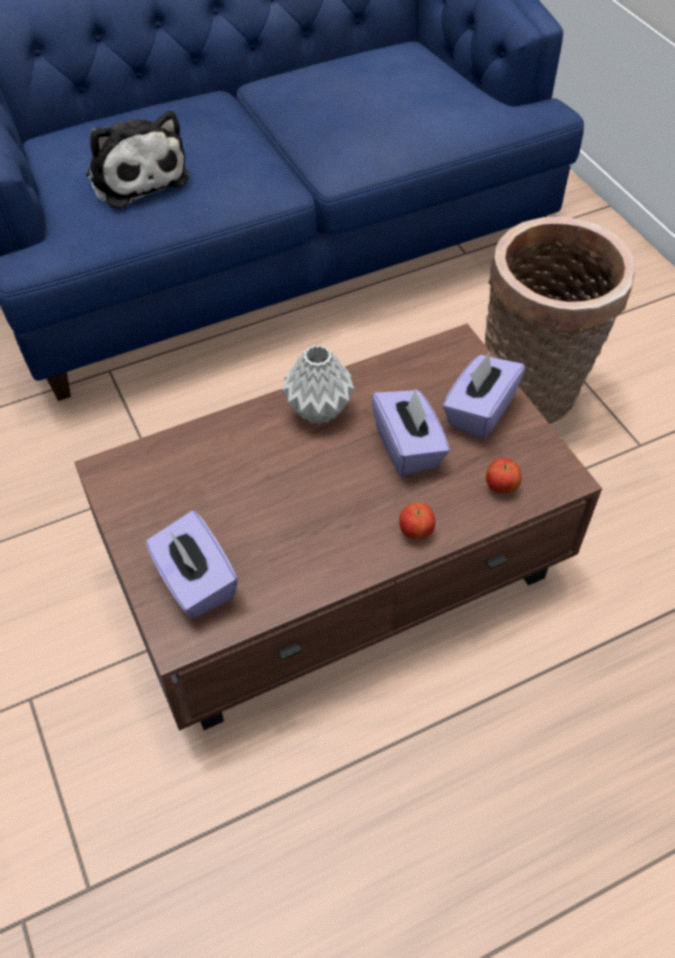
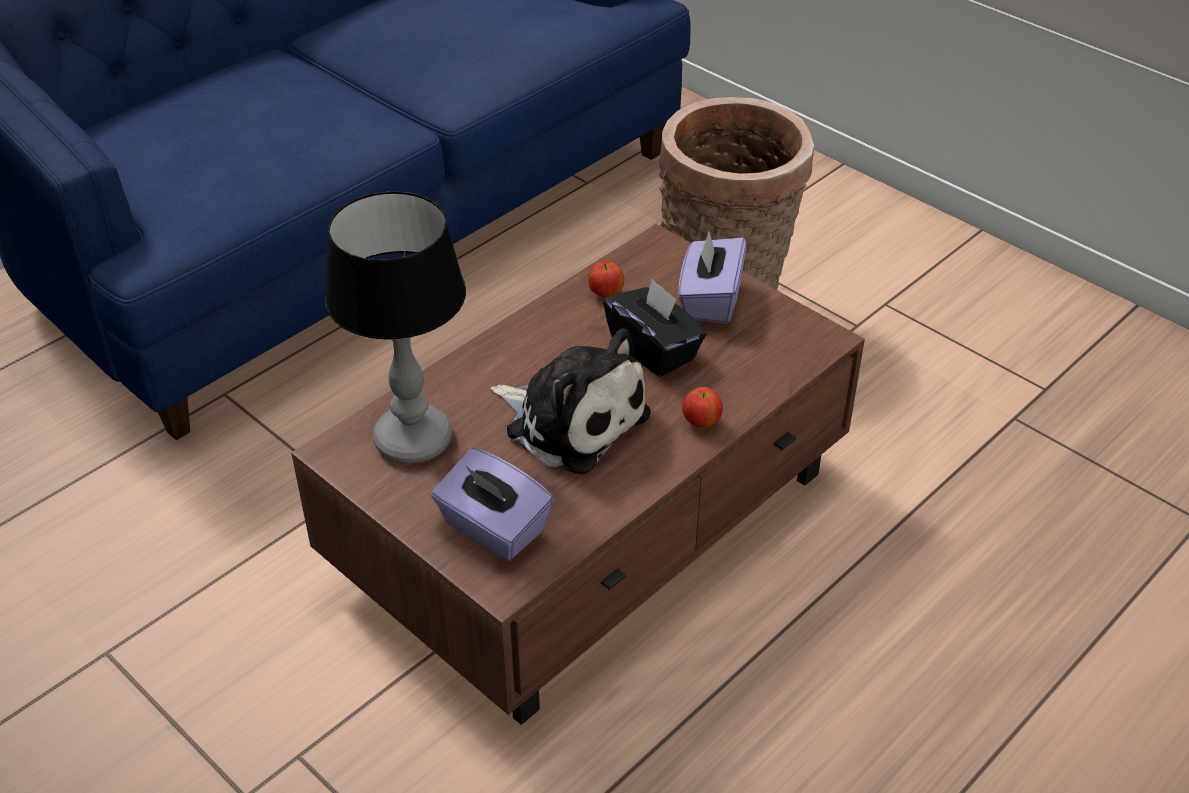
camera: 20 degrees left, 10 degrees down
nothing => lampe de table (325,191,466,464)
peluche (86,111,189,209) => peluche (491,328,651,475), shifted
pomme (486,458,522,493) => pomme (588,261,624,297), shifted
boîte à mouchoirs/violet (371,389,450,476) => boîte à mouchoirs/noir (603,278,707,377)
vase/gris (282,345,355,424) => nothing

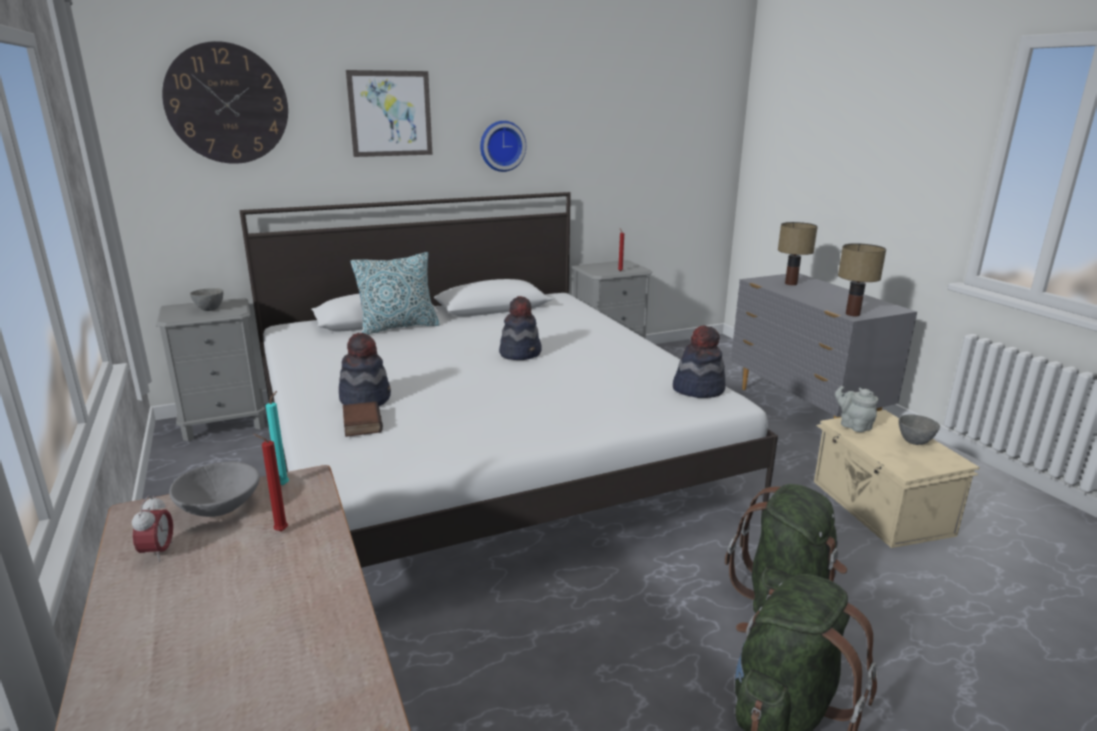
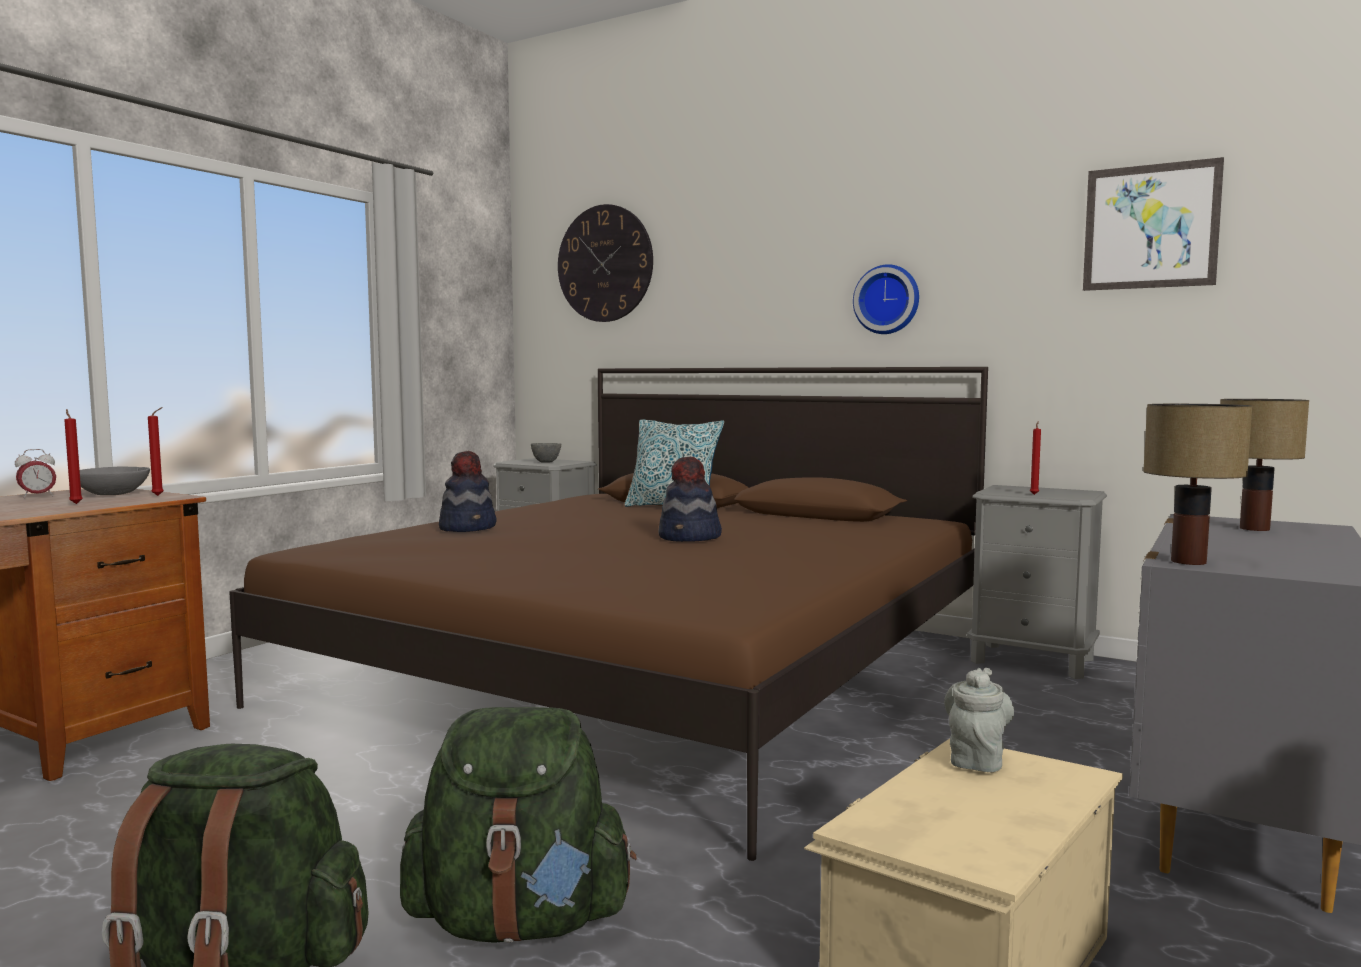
camera: 55 degrees right, 15 degrees down
bougie/turquoise (266,391,289,485) => bougie/rouge (148,407,164,496)
lit/blanc (239,192,778,568) => lit/marron (229,367,988,861)
tableau (346,70,433,157) => tableau (1083,157,1224,291), shifted
livre (343,401,383,437) => nothing
chapeau (673,325,726,398) => nothing
bol/gris (899,414,940,445) => nothing

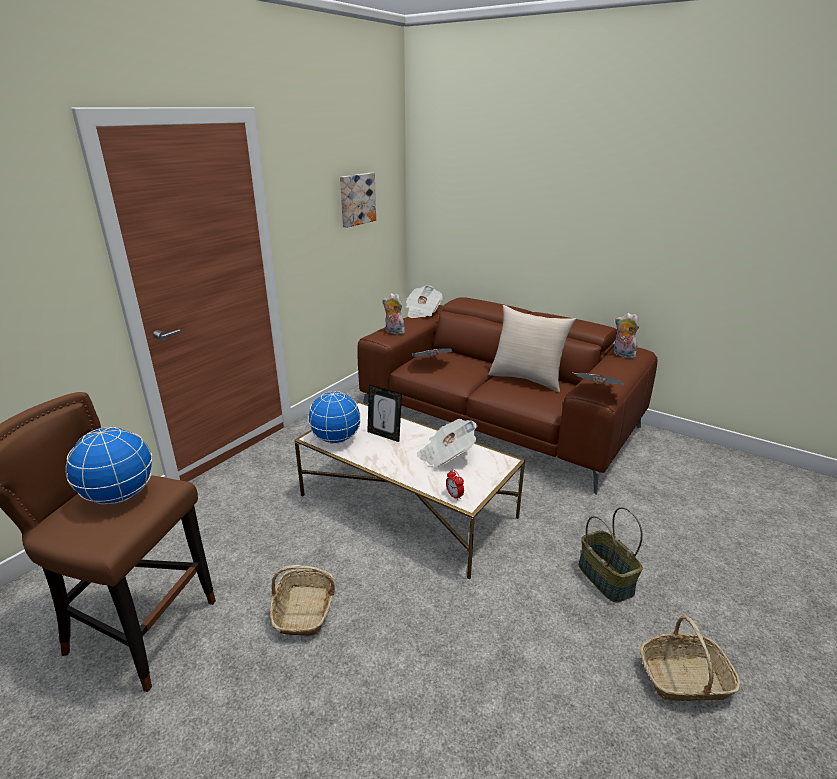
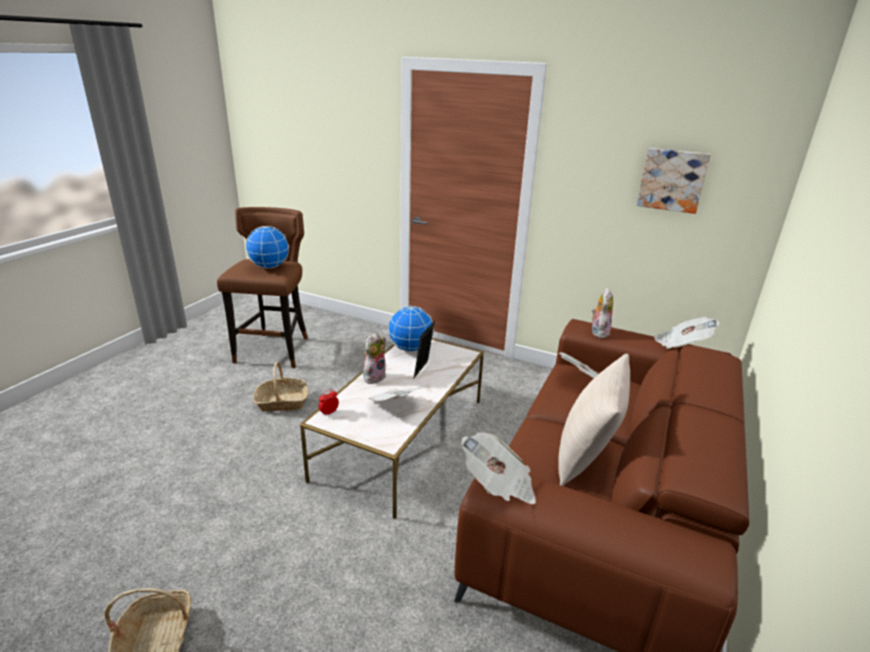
camera: 80 degrees right, 0 degrees up
peluche (614,313,639,359) => peluche (363,333,386,384), shifted
panier (579,507,643,602) => nothing

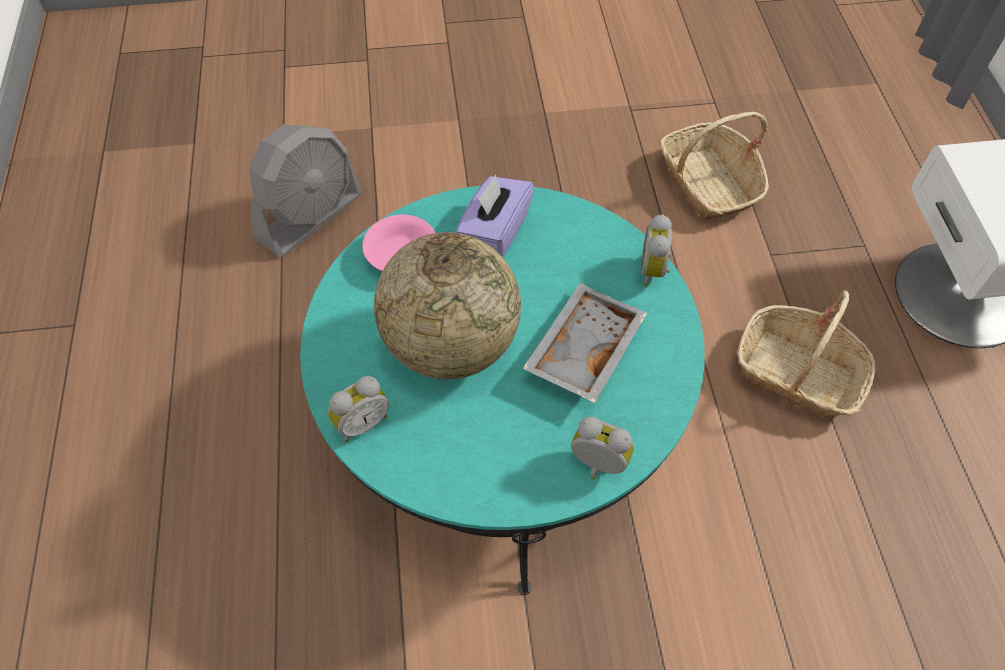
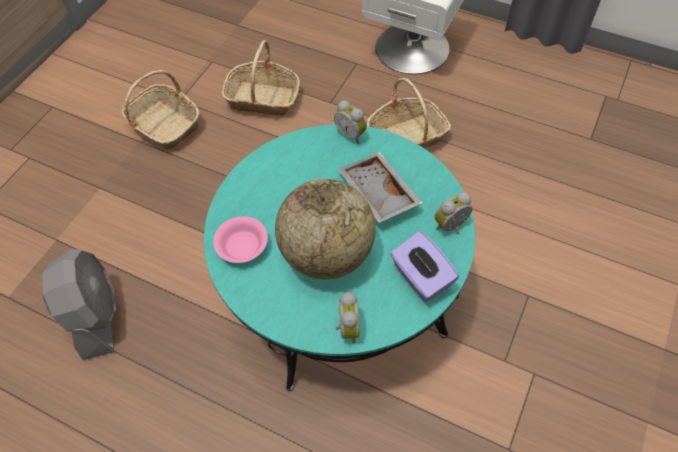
camera: 55 degrees left, 0 degrees up
nothing => panier (121,70,200,149)
boîte à mouchoirs/violet (456,175,534,257) => boîte à mouchoirs/violet (390,231,459,302), shifted

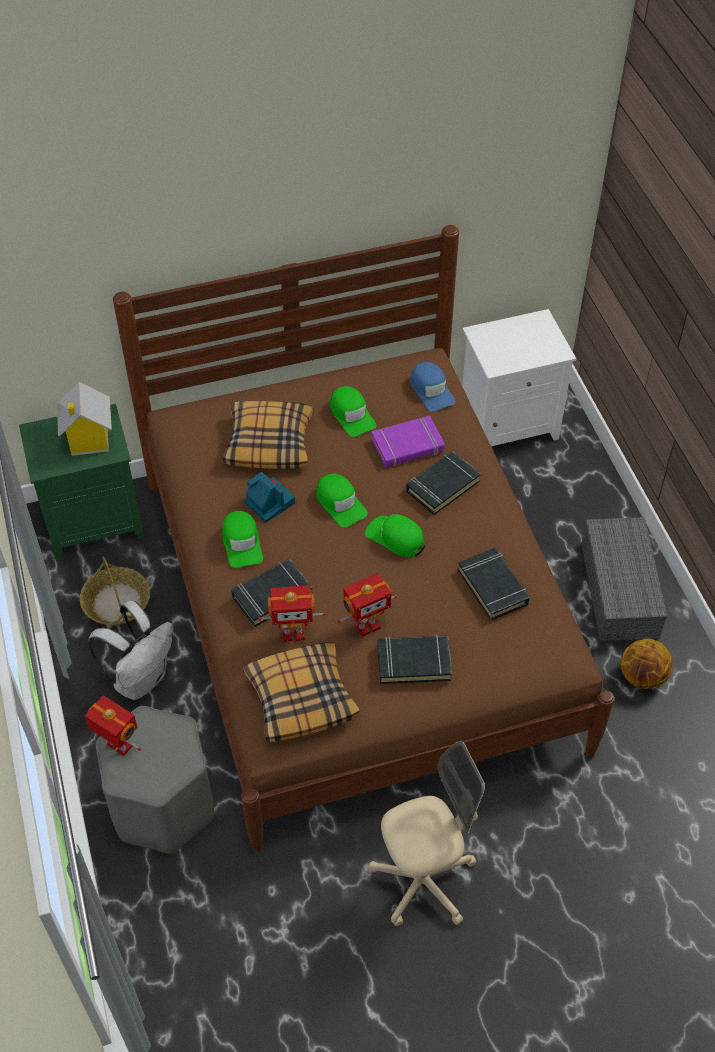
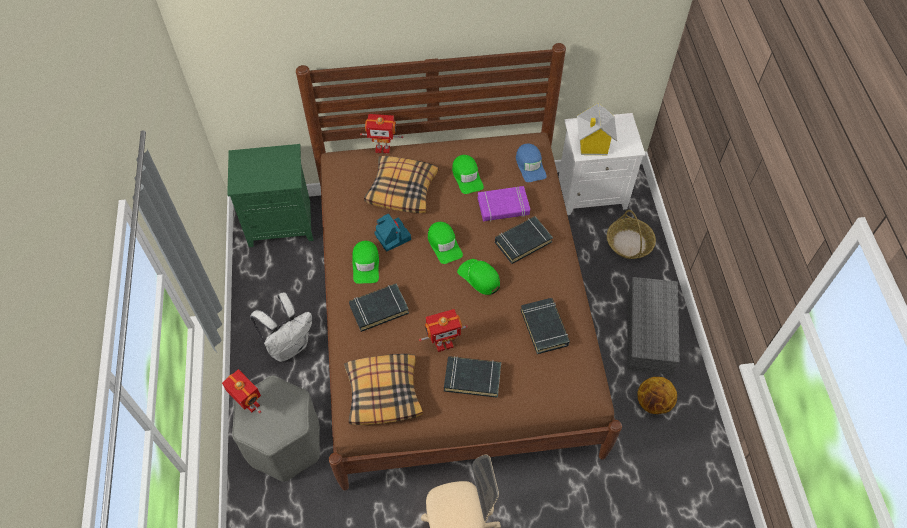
camera: 10 degrees right, 5 degrees up
robot jouet (258,585,326,642) => robot jouet (360,114,403,154), shifted
maison miniature (57,382,112,456) => maison miniature (577,103,617,155), shifted
panier (80,556,150,626) => panier (607,210,656,259), shifted

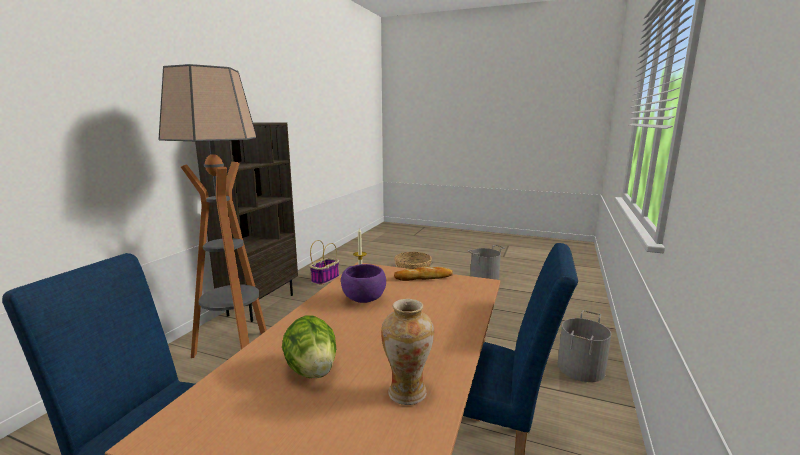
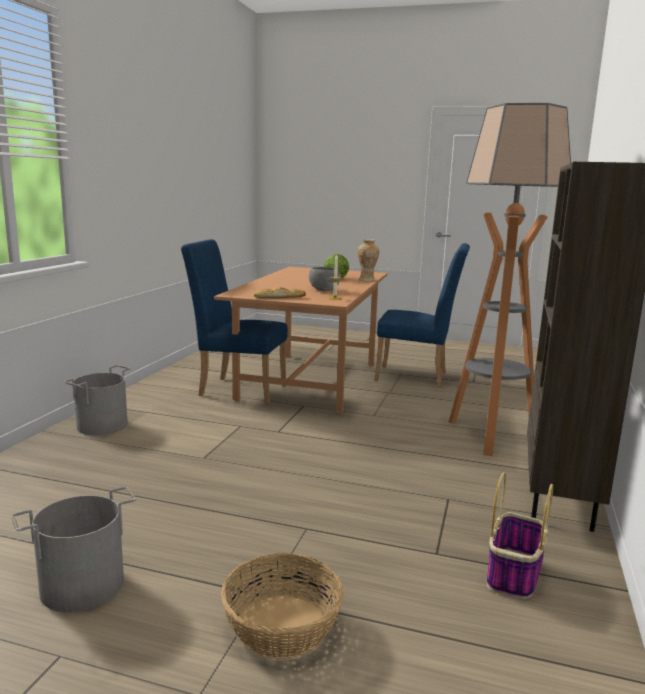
camera: 175 degrees right, 0 degrees up
bol/violet (341,264,386,303) => bol/gris (309,267,341,291)
vase (381,299,434,405) => vase (358,239,379,281), shifted

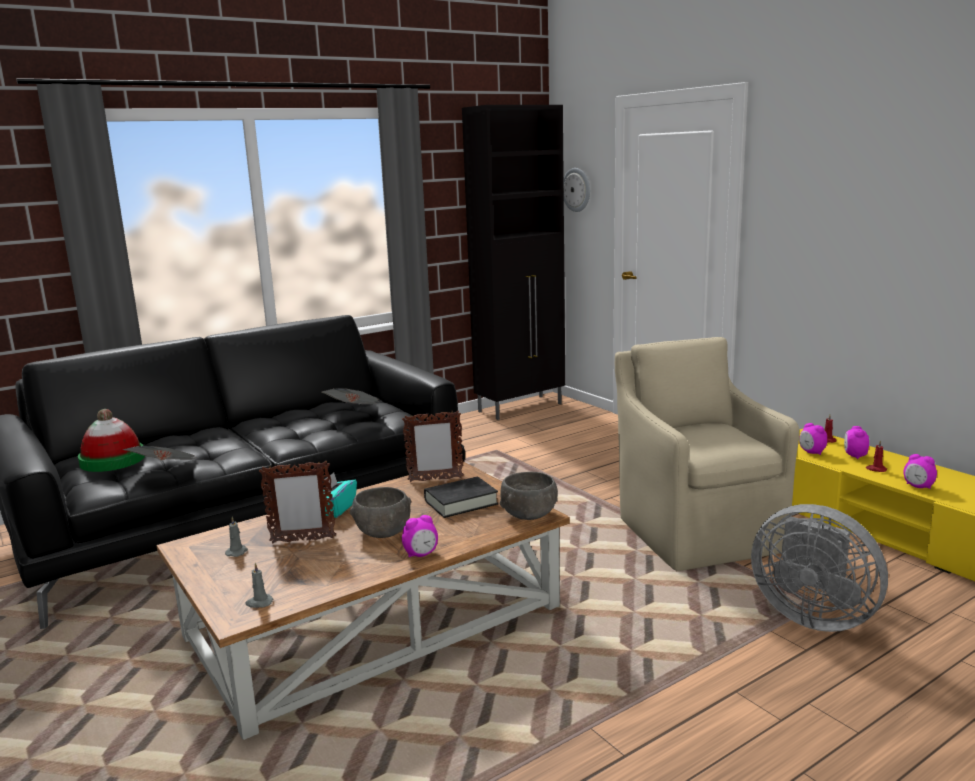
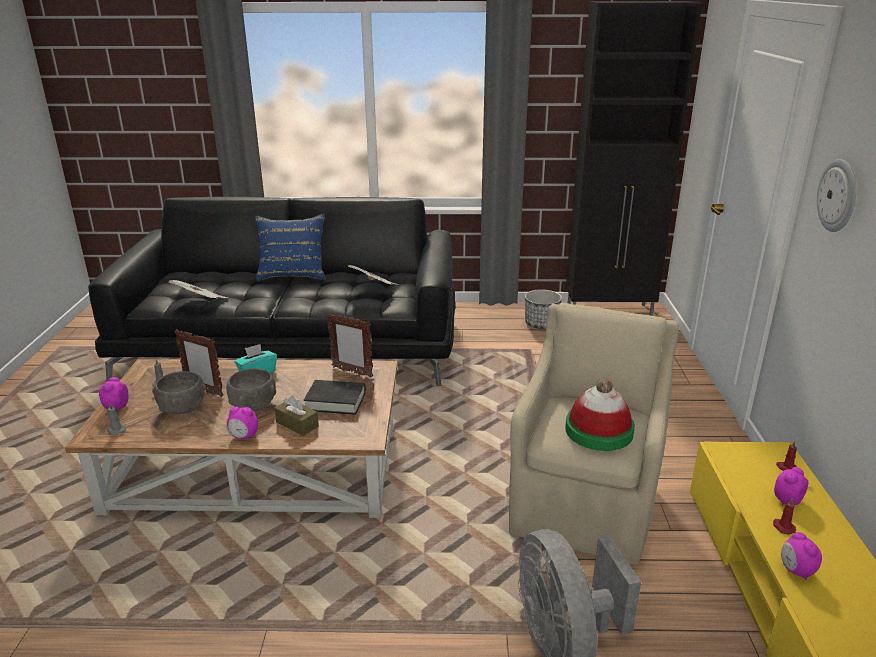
camera: 35 degrees right, 10 degrees up
réveil (799,423,827,455) => réveil (99,377,129,410), shifted
bol/gris (500,472,558,520) => bol/gris (152,371,206,414), shifted
nothing => coussin/bleu (255,213,326,281)
nothing => boîte à mouchoirs/marron (274,396,319,436)
nothing => cache-pot (525,289,562,329)
chapeau (78,409,145,472) => chapeau (565,378,635,451), shifted
horloge murale (564,168,590,212) => horloge murale (817,159,856,232), shifted

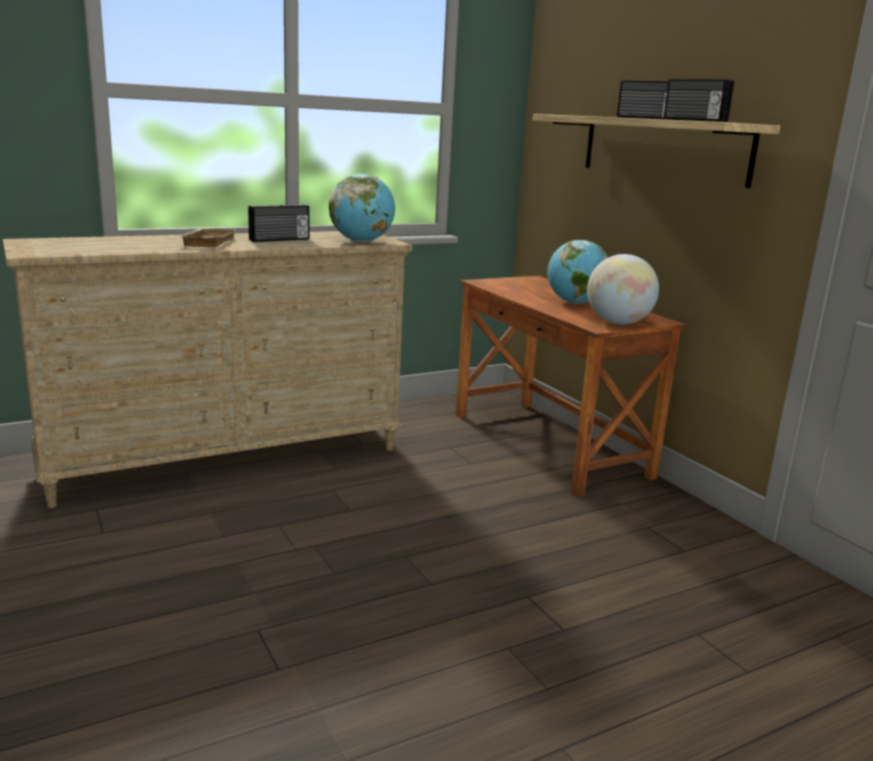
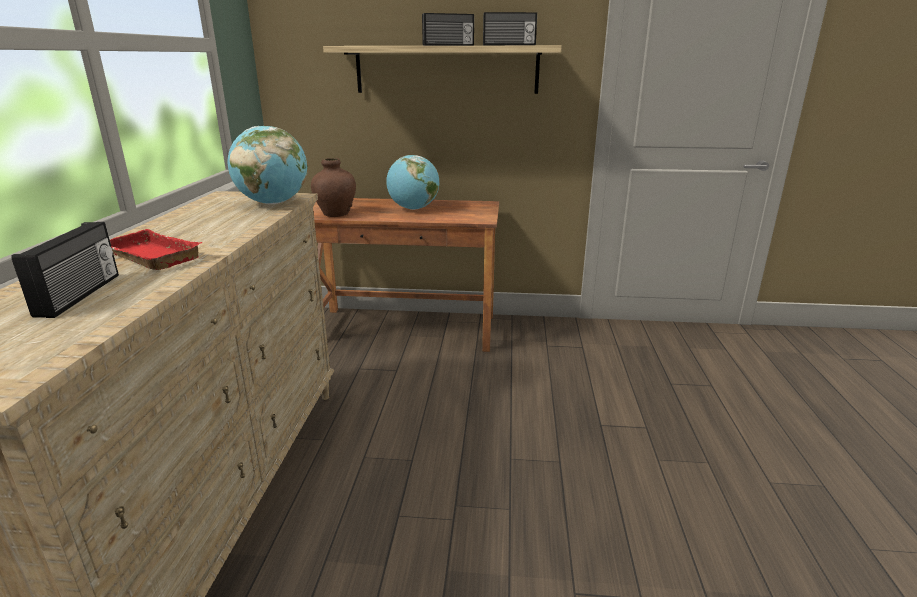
camera: 55 degrees left, 5 degrees up
radio (248,205,310,242) => radio (11,222,119,318), shifted
plateau/beige (181,228,236,248) => plateau/rouge (110,229,203,270)
nothing => vase/marron (311,158,356,217)
globe (587,254,659,325) => nothing

